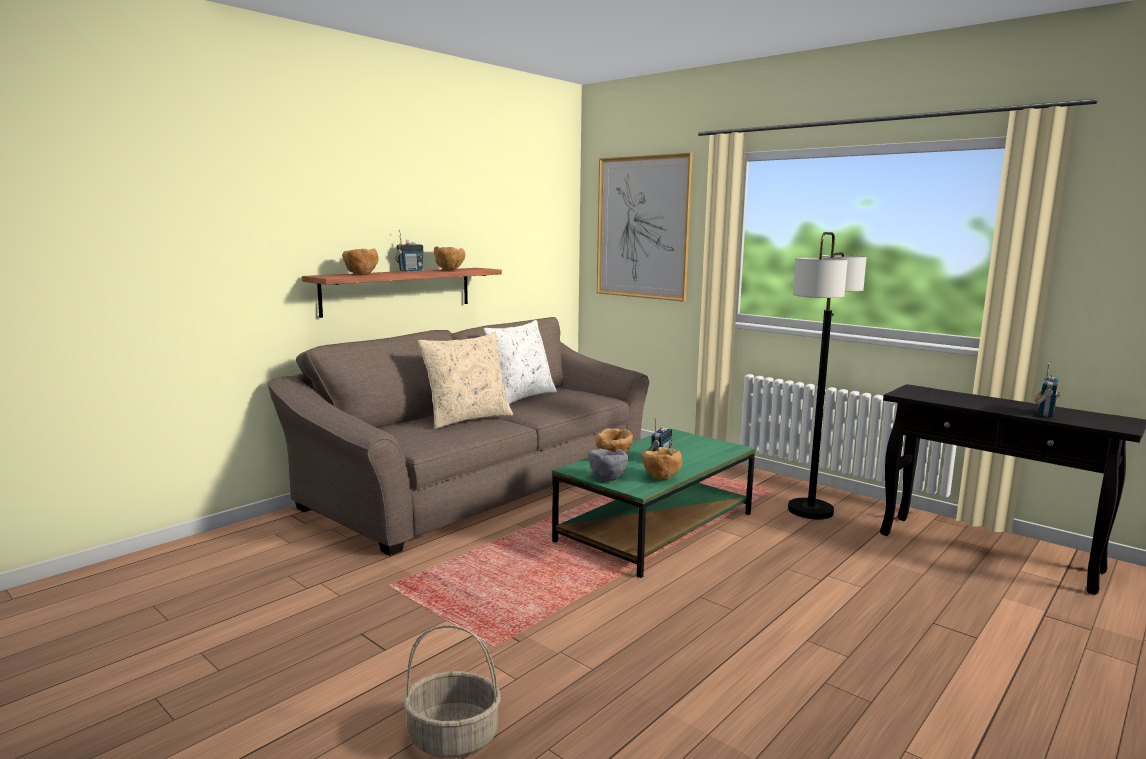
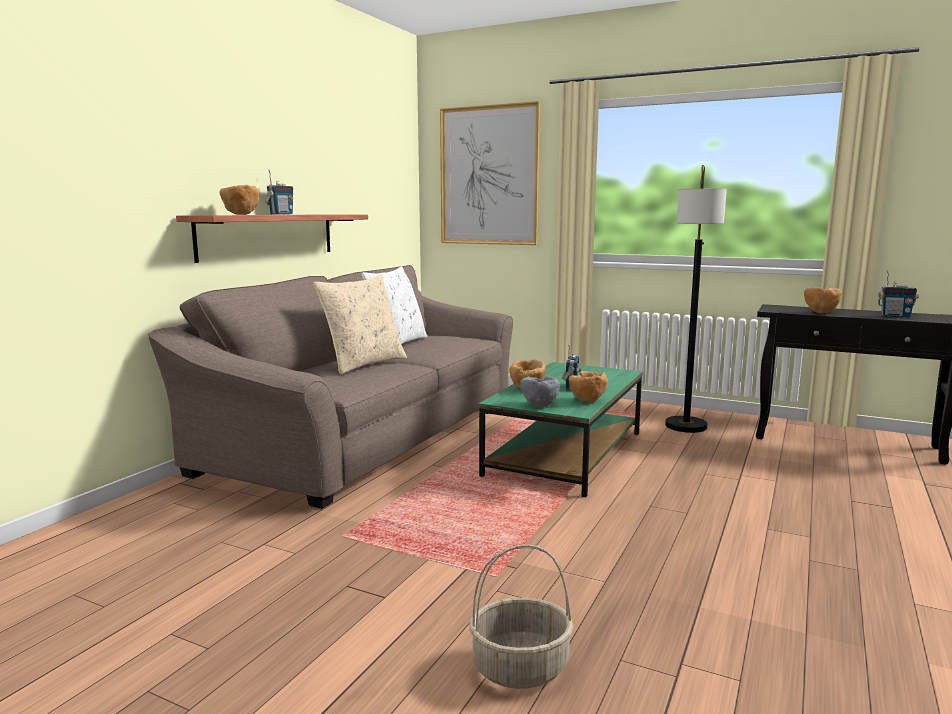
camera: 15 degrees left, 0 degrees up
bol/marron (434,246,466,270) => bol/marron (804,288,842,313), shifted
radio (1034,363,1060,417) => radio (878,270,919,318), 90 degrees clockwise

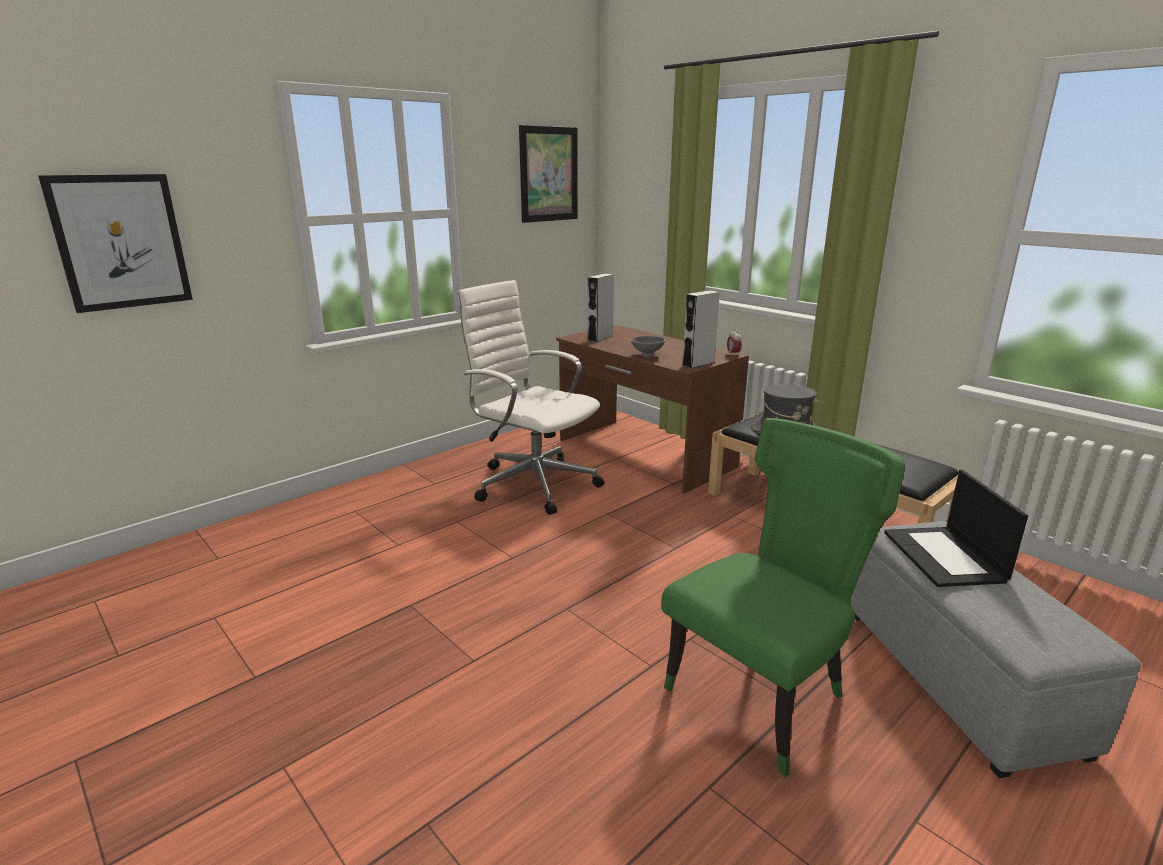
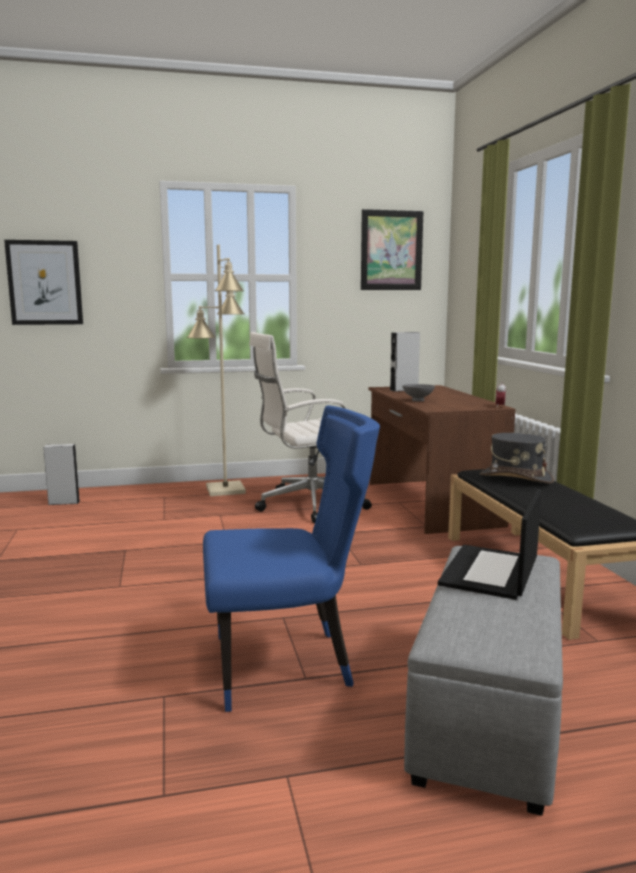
camera: 30 degrees right, 10 degrees down
enceinte/gris (682,290,720,369) => enceinte/gris (43,444,80,505), shifted
nothing => lampadaire/beige (187,245,246,496)
chaise/vert (661,418,905,777) => chaise/bleu (203,405,380,712)
chaise de bureau/blanc (457,280,605,515) => chaise de bureau/blanc (249,332,372,523), 90 degrees counterclockwise

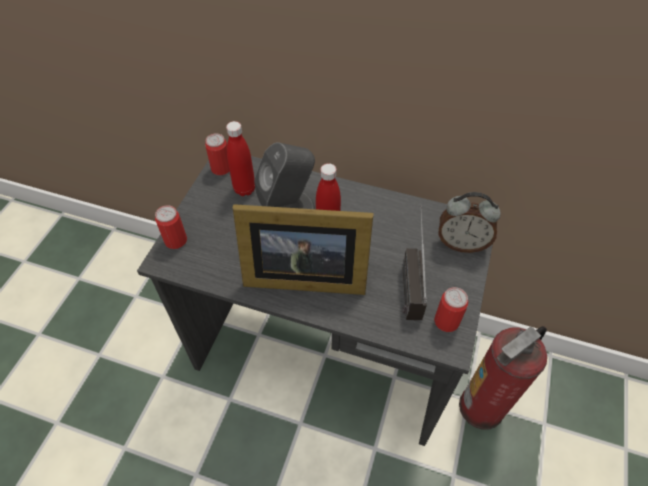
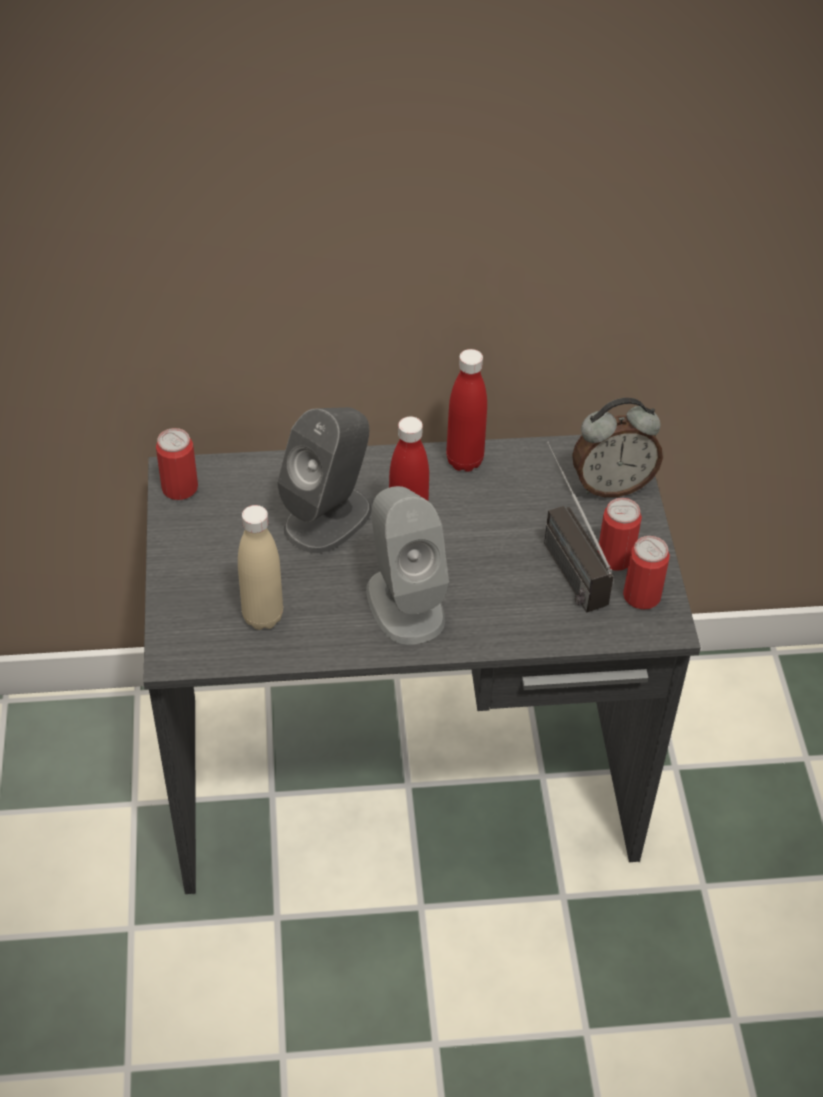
camera: 25 degrees left, 5 degrees down
nothing => bouteille/beige (238,505,283,630)
cadre photo (233,204,373,295) => enceinte/gris (366,486,449,645)
bouteille/rouge (226,121,255,196) => bouteille/rouge (446,349,487,472), shifted
boîte métallique (155,205,187,249) => boîte métallique (598,498,642,571), shifted
extincteur (459,326,547,430) => nothing

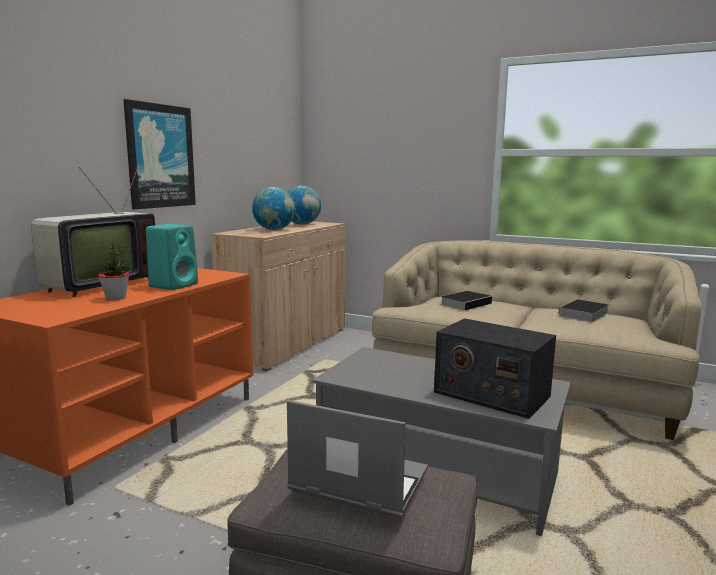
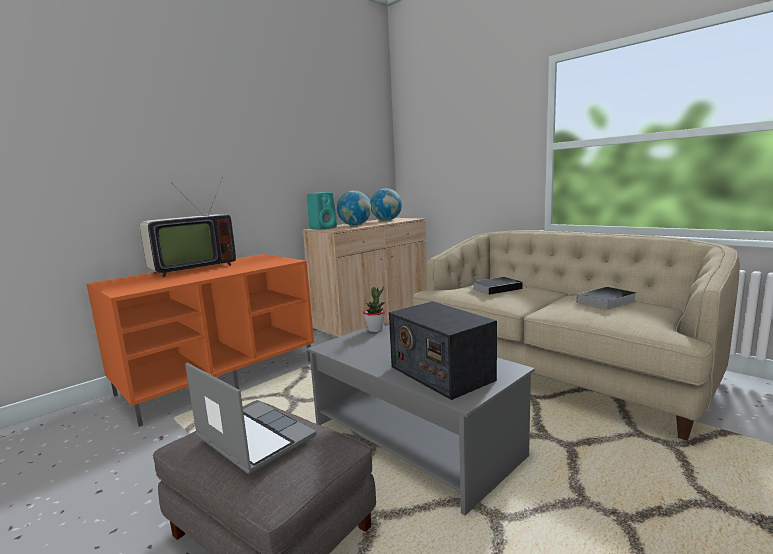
camera: 20 degrees right, 0 degrees up
enceinte/turquoise (146,224,198,290) => enceinte/turquoise (307,192,337,230), shifted
plante en pot (98,243,129,300) => plante en pot (363,287,386,332), shifted
tableau (123,99,196,209) => nothing

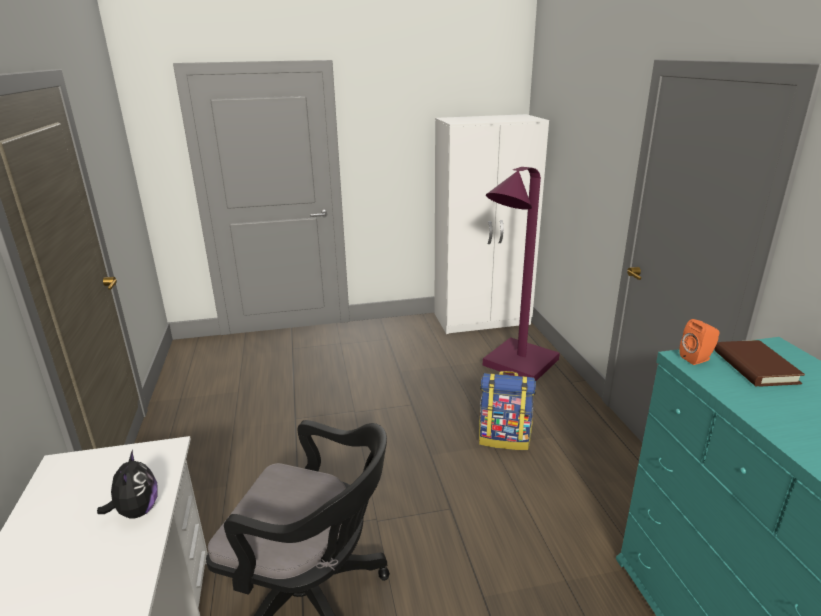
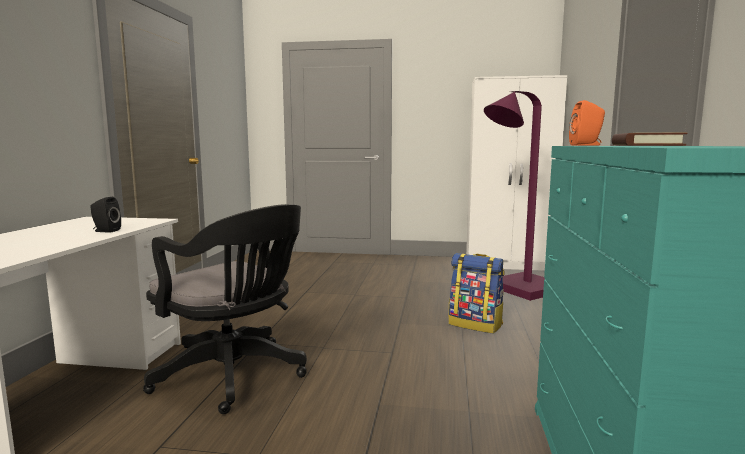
camera: 20 degrees right, 15 degrees down
peluche (97,450,158,518) => enceinte/noir (90,197,121,233)

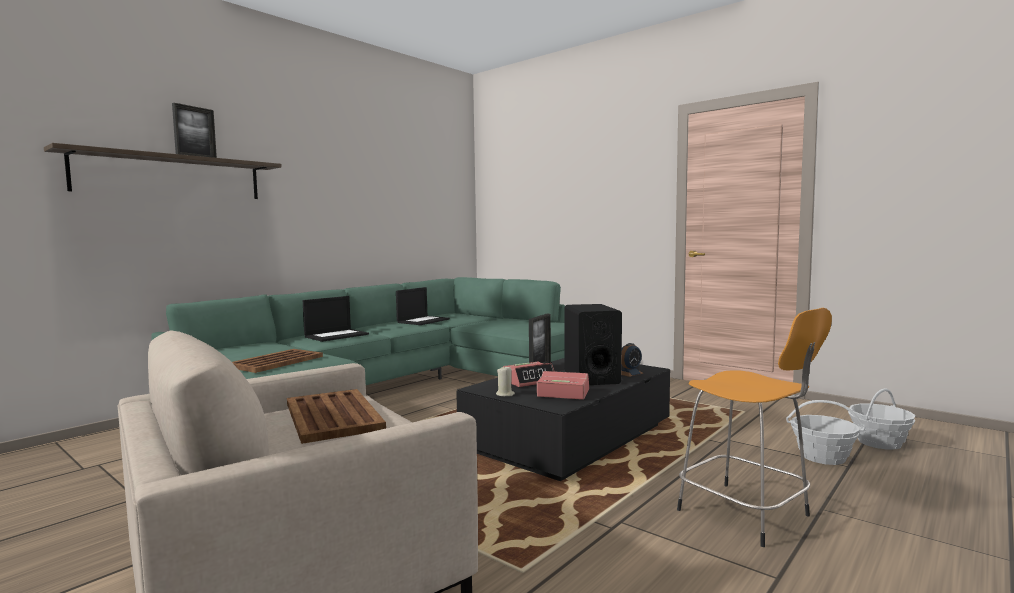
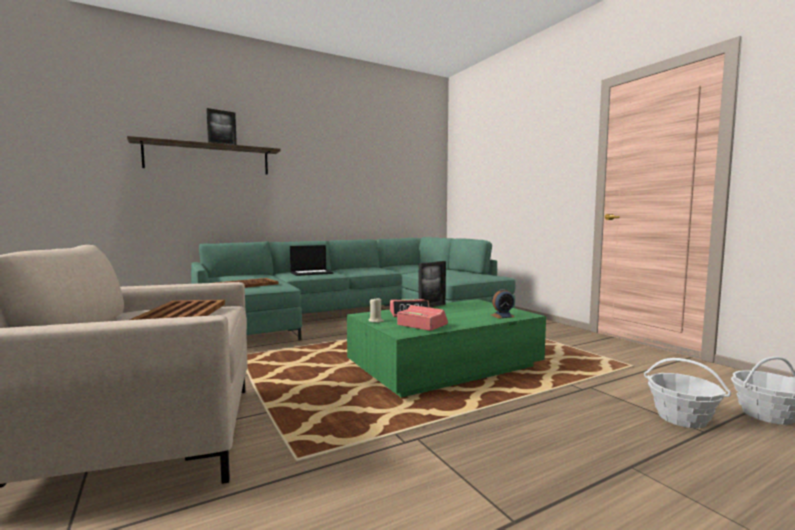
camera: 20 degrees right, 0 degrees up
table basse/noir (456,358,670,481) => table basse/vert (347,299,546,398)
ordinateur portable (396,287,450,325) => nothing
enceinte/noir (564,304,622,385) => nothing
tabouret/orange (677,308,832,547) => nothing

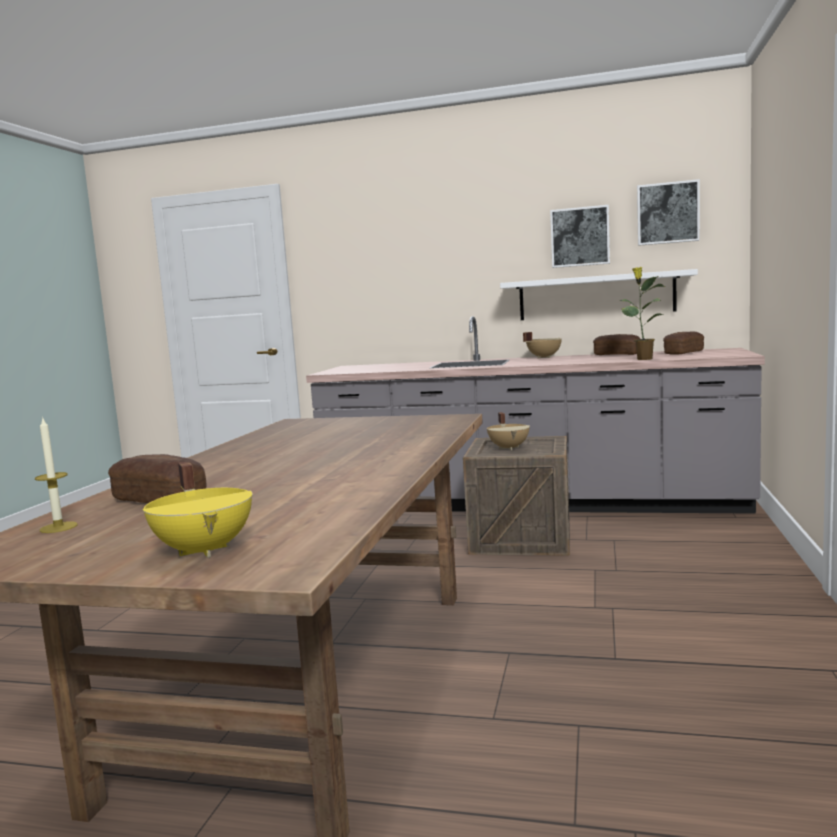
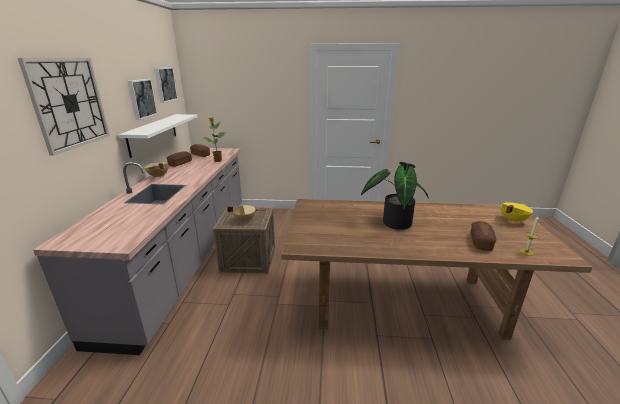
camera: 100 degrees left, 15 degrees up
nothing => horloge murale (18,58,110,155)
nothing => plante en pot (361,162,429,230)

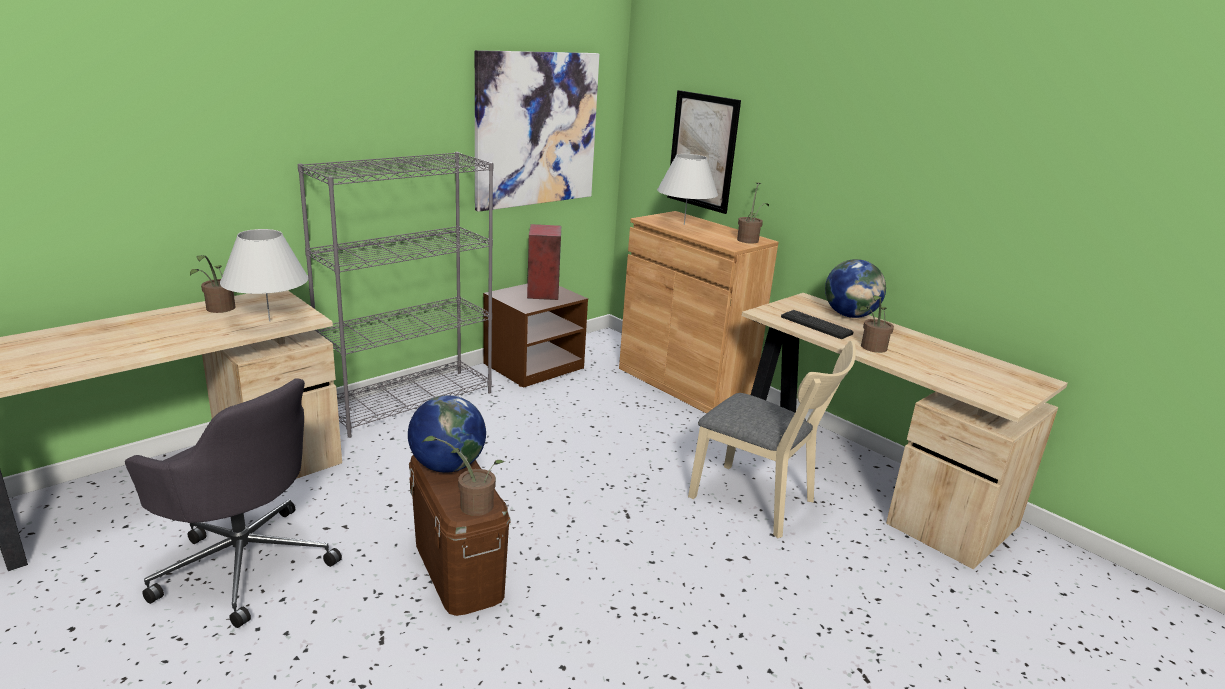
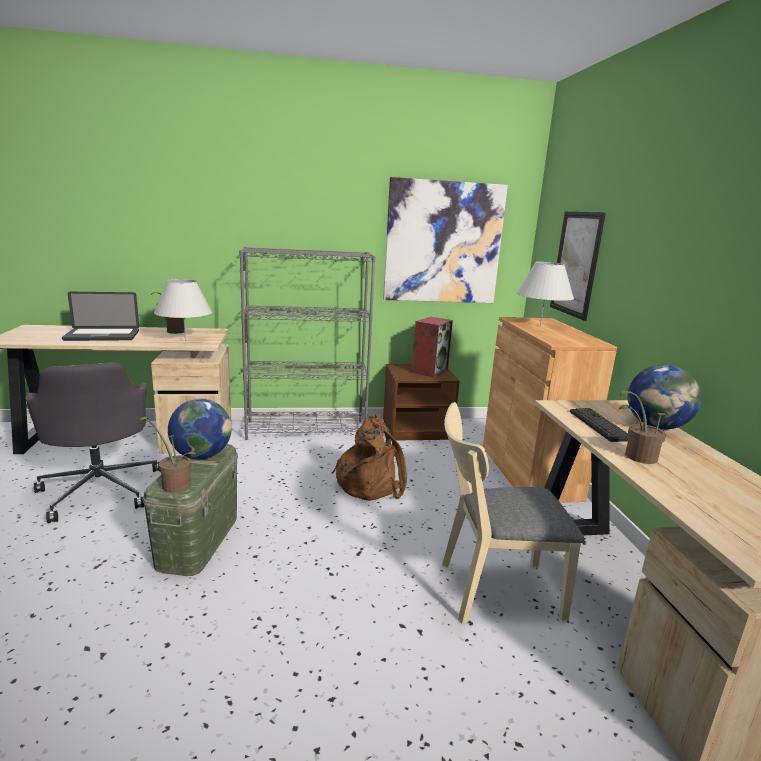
camera: 35 degrees right, 5 degrees down
nothing => ordinateur portable (62,292,139,341)
boîte de rangement/marron (409,455,510,616) => boîte de rangement/vert (142,444,238,576)
nothing => sac à dos/marron (332,414,407,501)
chaise/beige (688,341,856,538) => chaise/beige (442,402,584,624), 105 degrees clockwise
plante en pot (737,182,769,244) => nothing

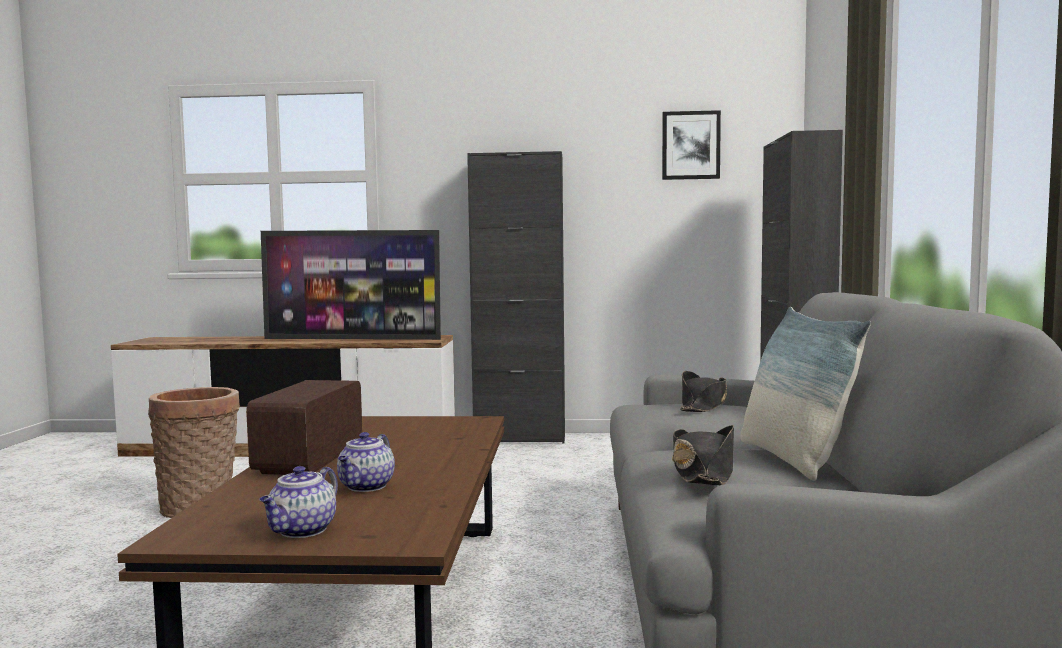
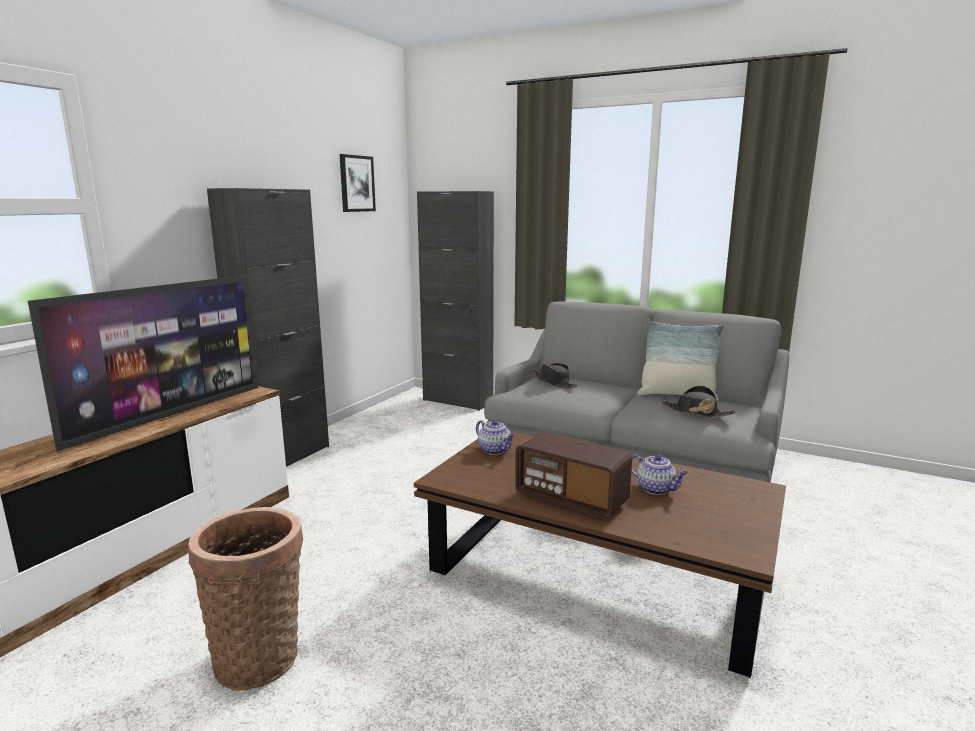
camera: 65 degrees left, 10 degrees up
théière (259,466,338,538) => théière (476,420,515,455), shifted

